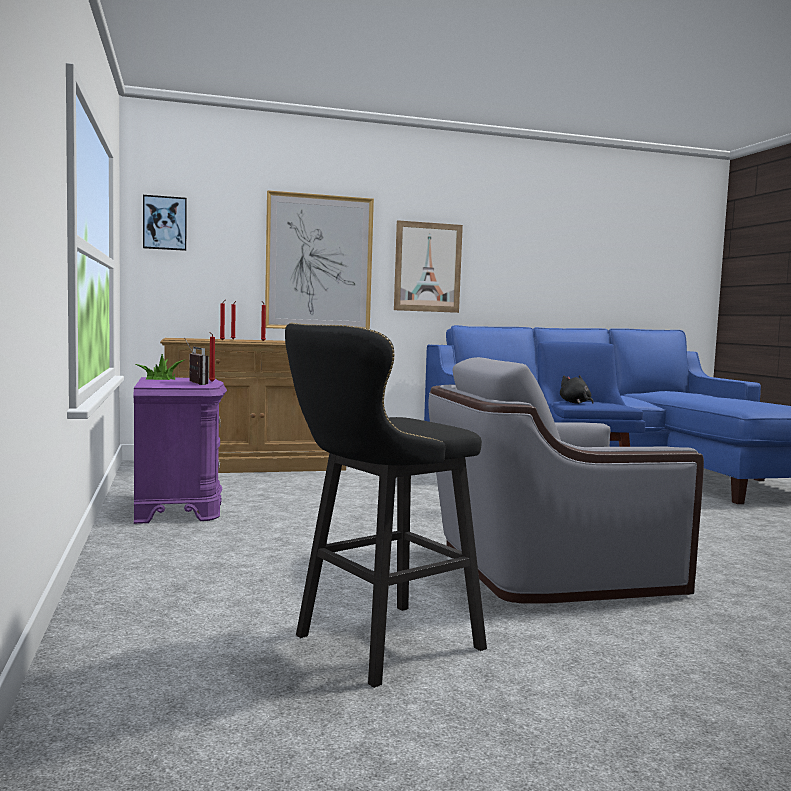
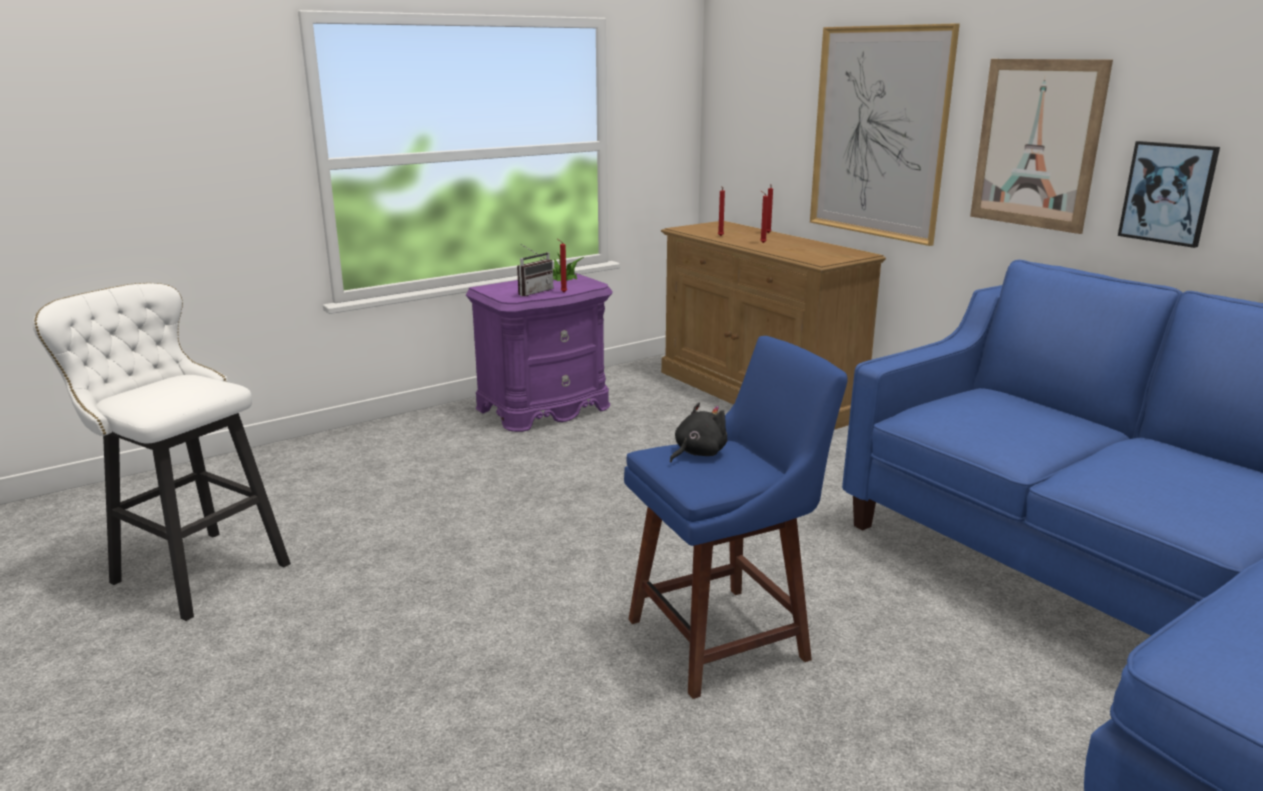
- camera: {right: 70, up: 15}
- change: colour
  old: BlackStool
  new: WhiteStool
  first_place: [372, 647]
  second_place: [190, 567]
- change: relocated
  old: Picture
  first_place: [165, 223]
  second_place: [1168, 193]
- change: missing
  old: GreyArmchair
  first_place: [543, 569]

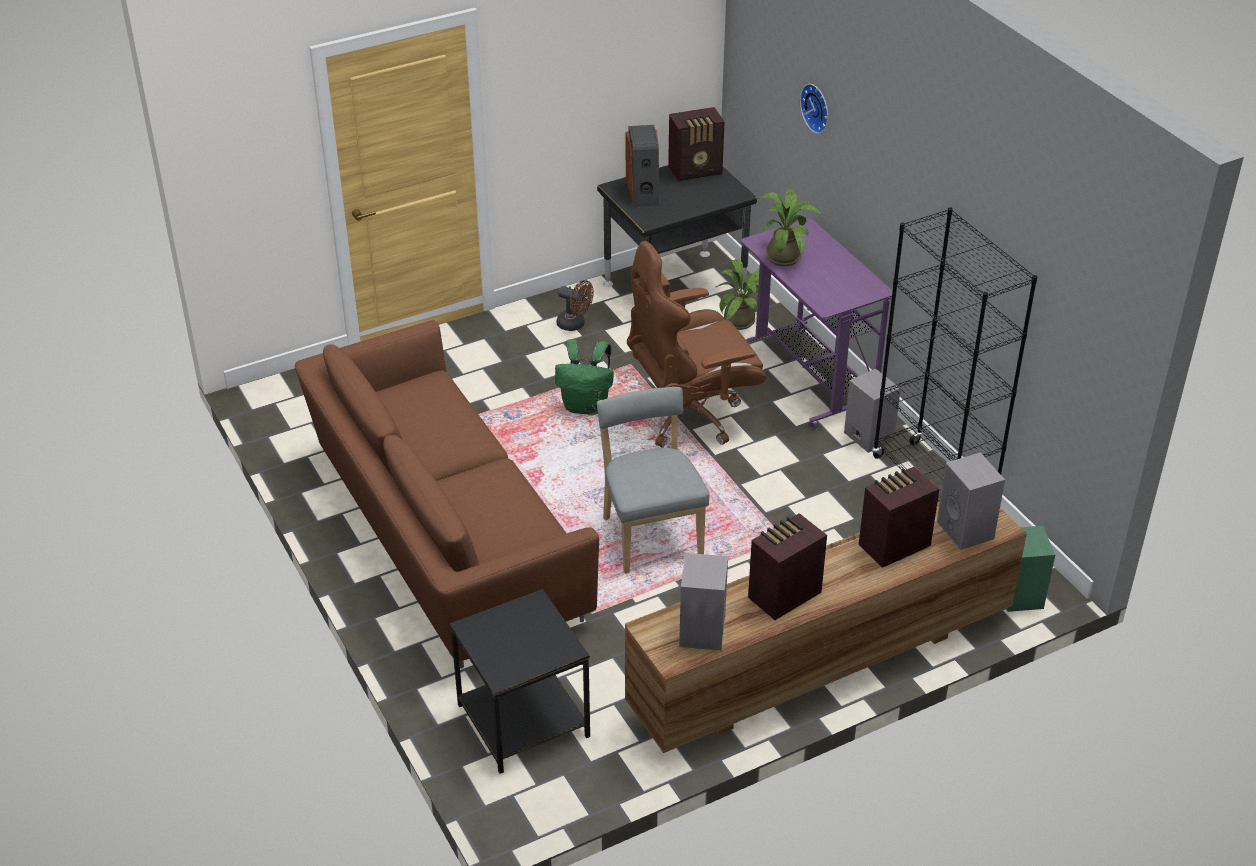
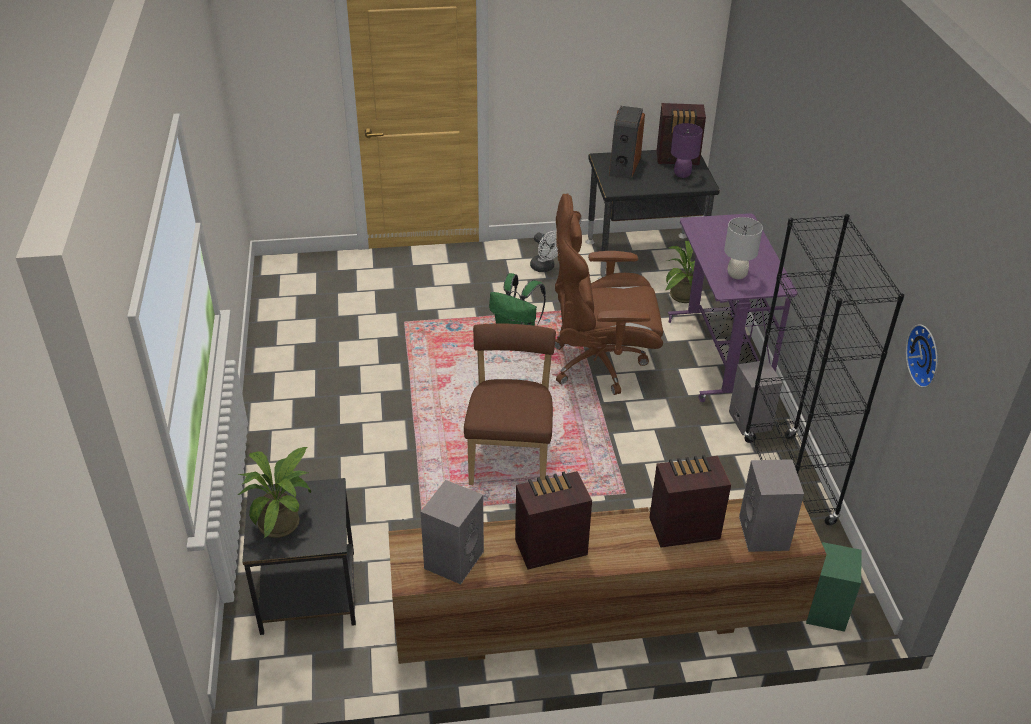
- camera: {right: 20, up: 0}
- change: relocated
  old: PottedPlant
  first_place: [785, 255]
  second_place: [284, 521]
- change: colour
  old: GreyChair
  new: BrownChair
  first_place: [650, 534]
  second_place: [510, 456]
- change: colour
  old: BrownFan
  new: WhiteFan
  first_place: [575, 324]
  second_place: [545, 268]
- change: appeared
  new: PurpleTableLamp
  second_place: [682, 174]
- change: appeared
  new: GreyTableLamp
  second_place: [736, 275]
- change: relocated
  old: WallClock
  first_place: [817, 107]
  second_place: [926, 355]
- change: missing
  old: BrownSofa
  first_place: [444, 537]

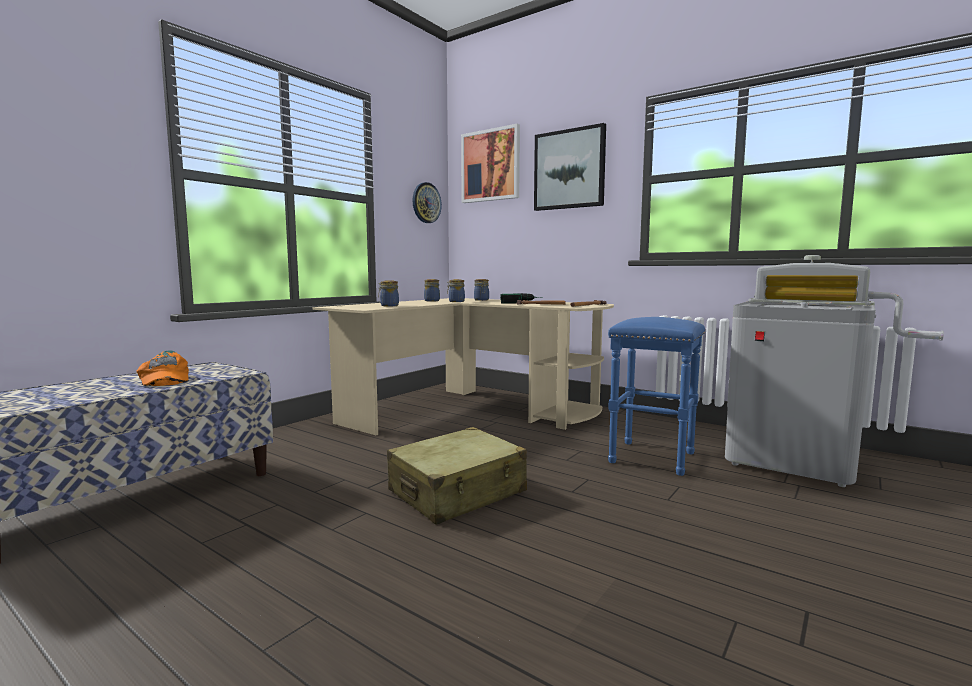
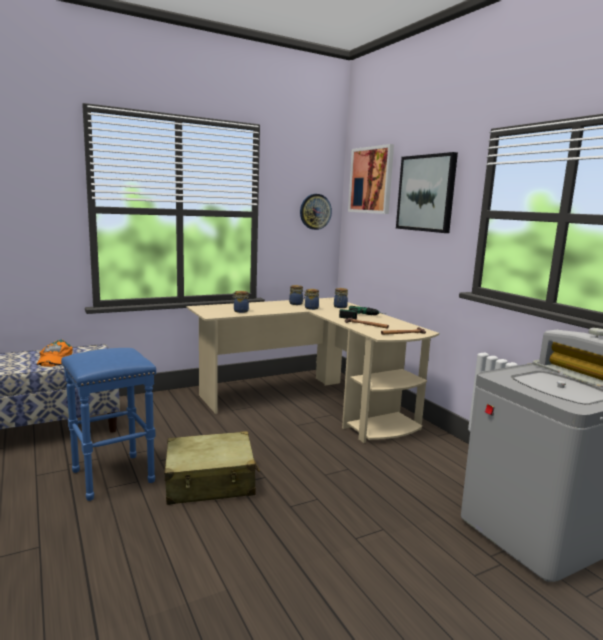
- camera: {right: 25, up: 5}
- change: relocated
  old: BlueStool
  first_place: [653, 458]
  second_place: [112, 477]

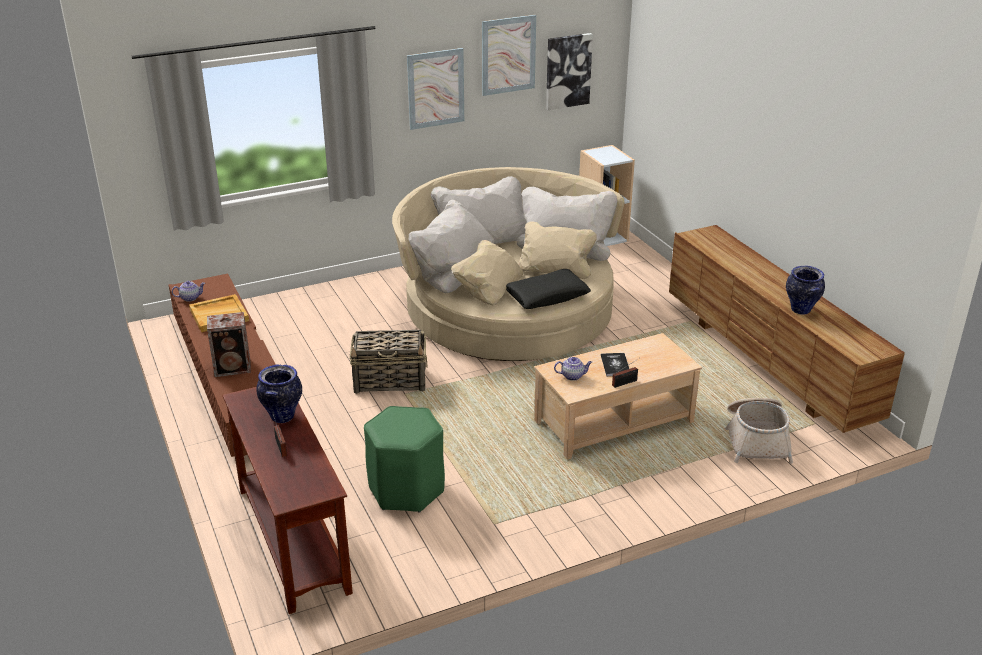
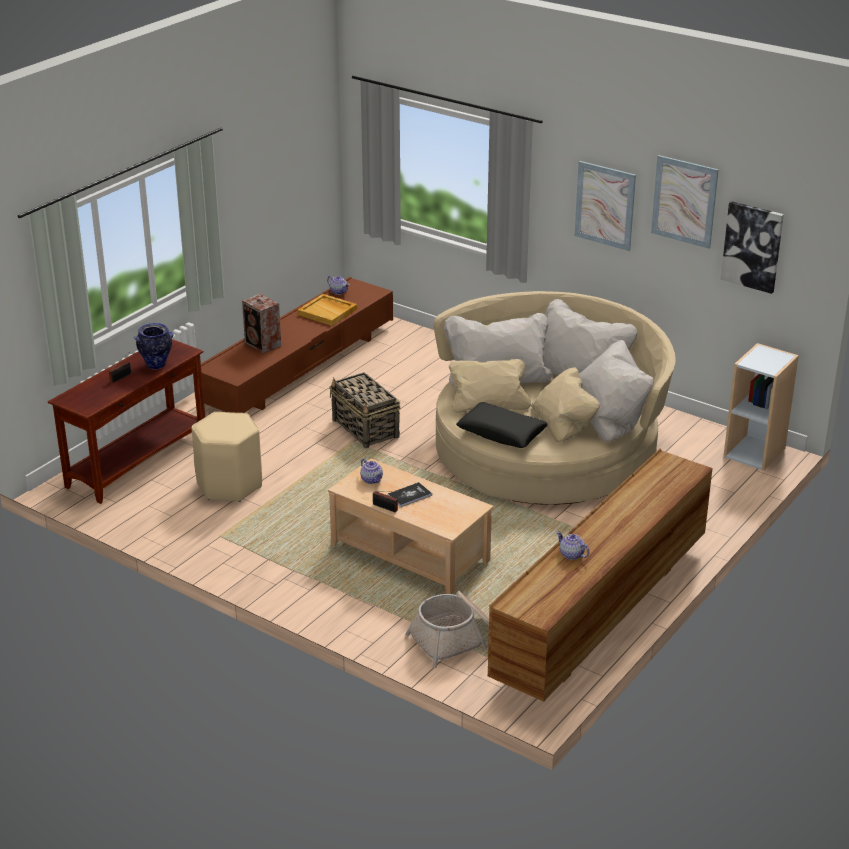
- camera: {right: 60, up: 0}
- change: colour
  old: GreenStool
  new: BeigeStool
  first_place: [406, 490]
  second_place: [229, 485]
- change: exchanged
  old: Vase
  new: Teapot
  first_place: [801, 310]
  second_place: [571, 554]

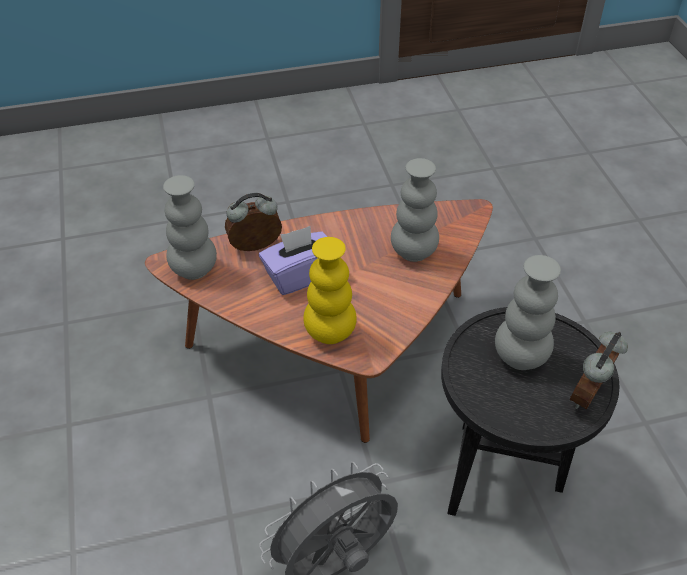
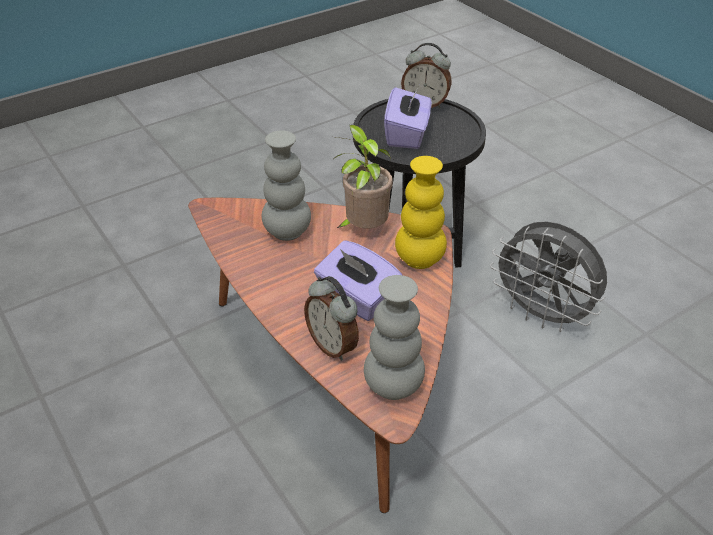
- camera: {right: -110, up: -5}
- change: appeared
  new: PottedPlant
  second_place: [363, 229]
- change: exchanged
  old: GreyVase
  new: PurpleTissueBox
  first_place: [520, 357]
  second_place: [407, 135]

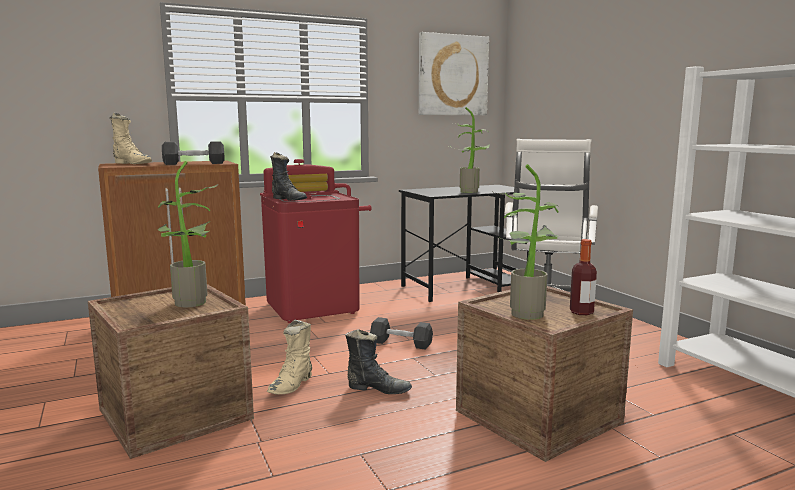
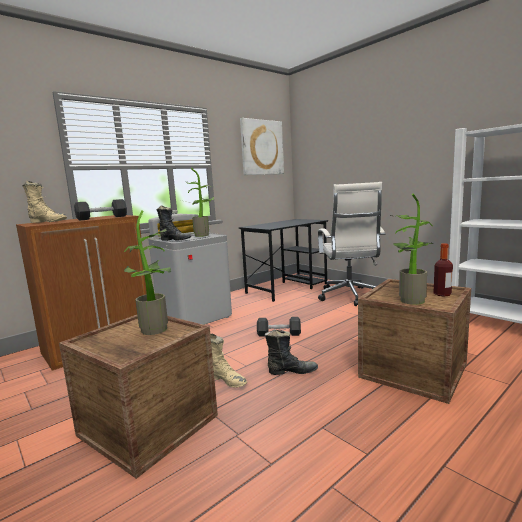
- camera: {right: -15, up: 0}
- change: colour
  old: RedWashingMachine
  new: GreyWashingMachine
  first_place: [314, 308]
  second_place: [196, 317]
- change: relocated
  old: PottedPlant
  first_place: [470, 191]
  second_place: [202, 235]
- change: spun
  old: BeigeBoot
  first_place: [292, 385]
  second_place: [226, 380]
  degrees: -60

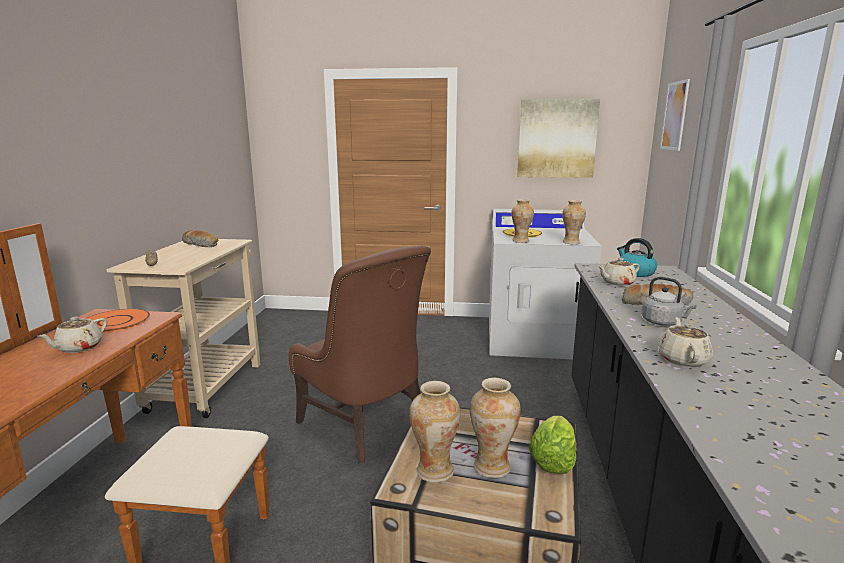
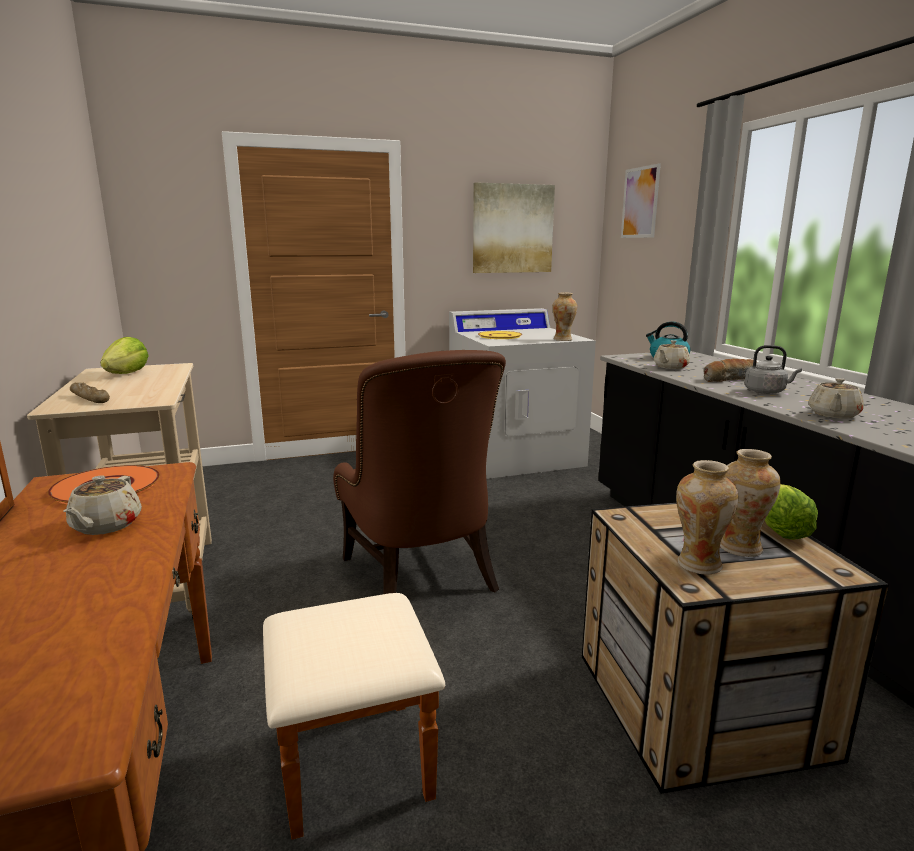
- camera: {right: -25, up: 0}
- change: exchanged
  old: Bread
  new: Lettuce
  first_place: [201, 245]
  second_place: [126, 374]
- change: spun
  old: BrownChair
  first_place: [366, 423]
  second_place: [420, 575]
  degrees: 45
- change: spun
  old: BeigeTeapot
  first_place: [683, 359]
  second_place: [833, 415]
  degrees: -135
- change: missing
  old: Vase
  first_place: [521, 241]

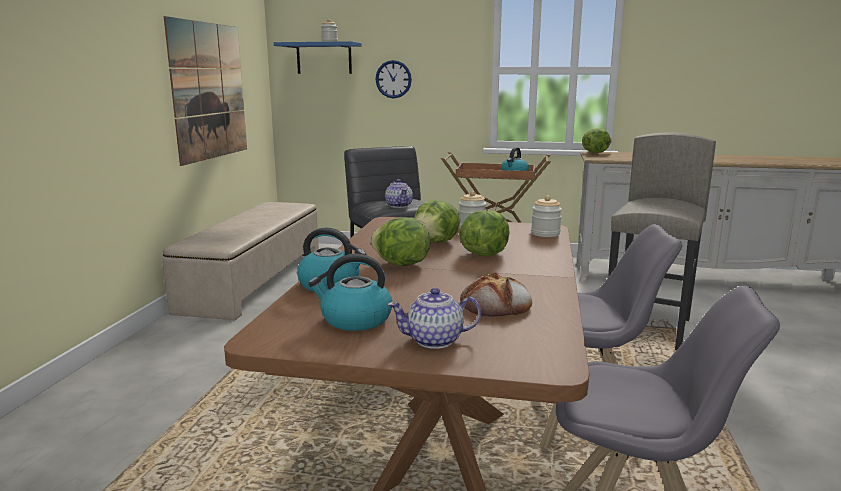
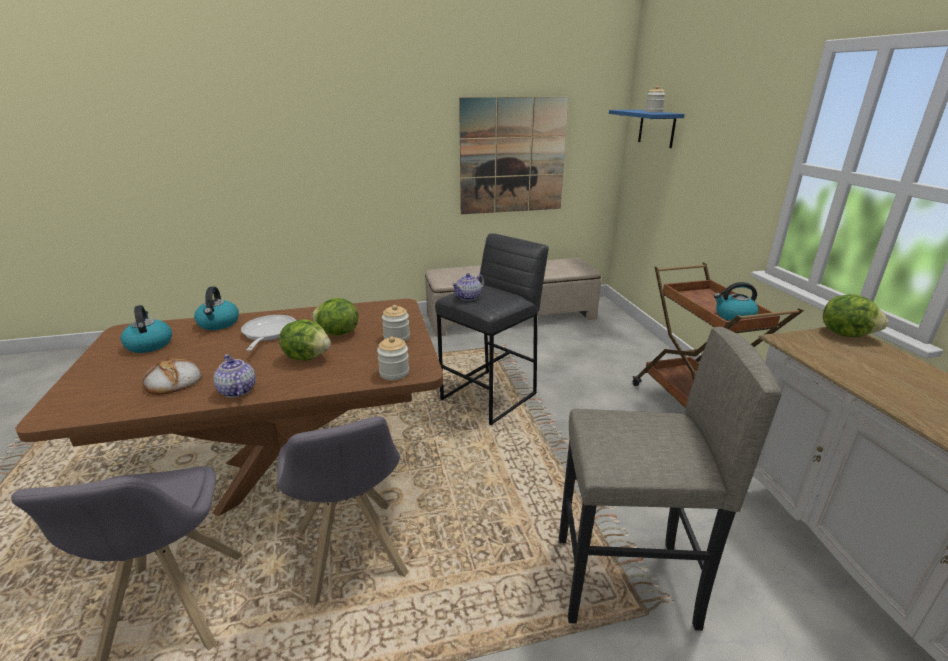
- camera: {right: 65, up: 10}
- change: relocated
  old: Teapot
  first_place: [435, 340]
  second_place: [237, 391]
- change: exchanged
  old: Lettuce
  new: FryingPan
  first_place: [400, 265]
  second_place: [268, 334]
- change: missing
  old: WallClock
  first_place: [393, 79]

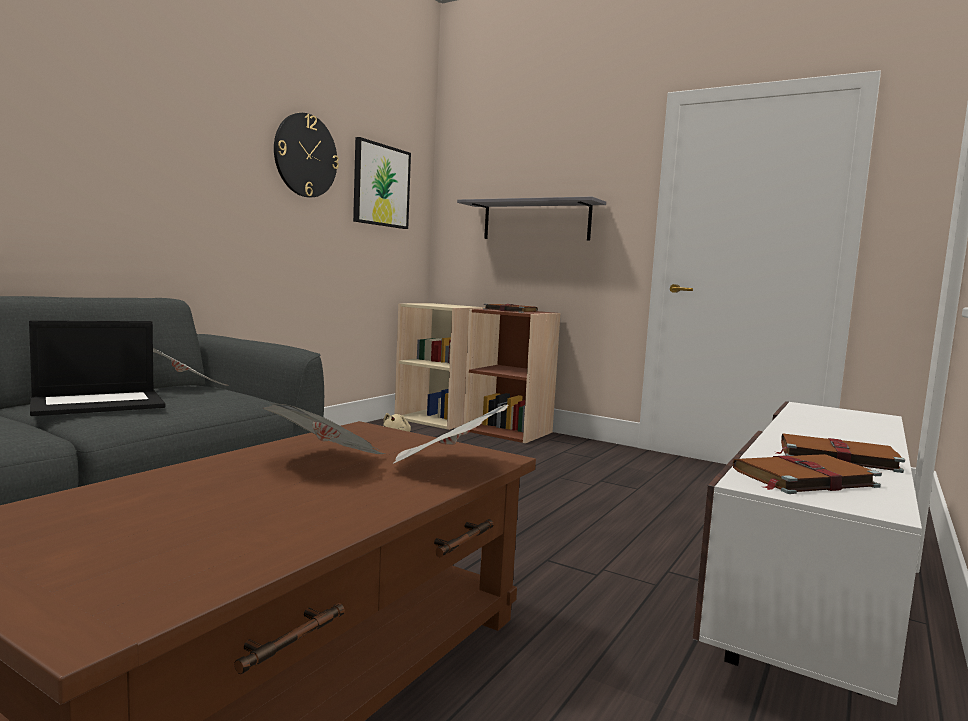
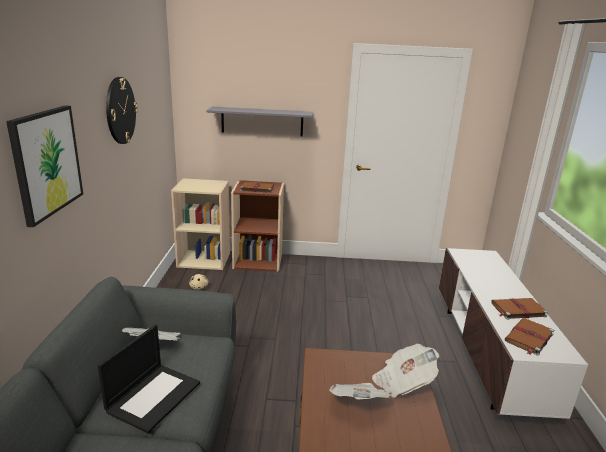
- camera: {right: -30, up: 15}
- change: relocated
  old: Picture
  first_place: [381, 185]
  second_place: [46, 162]

